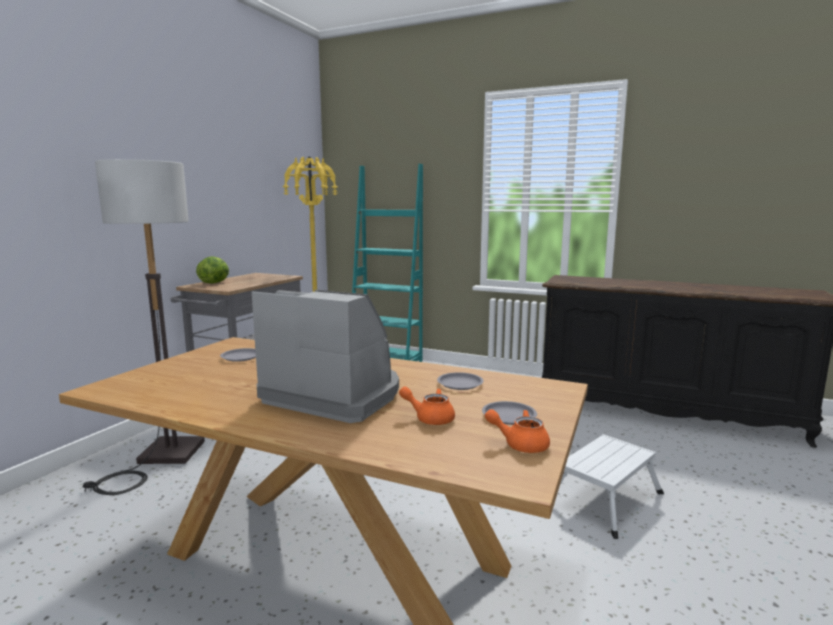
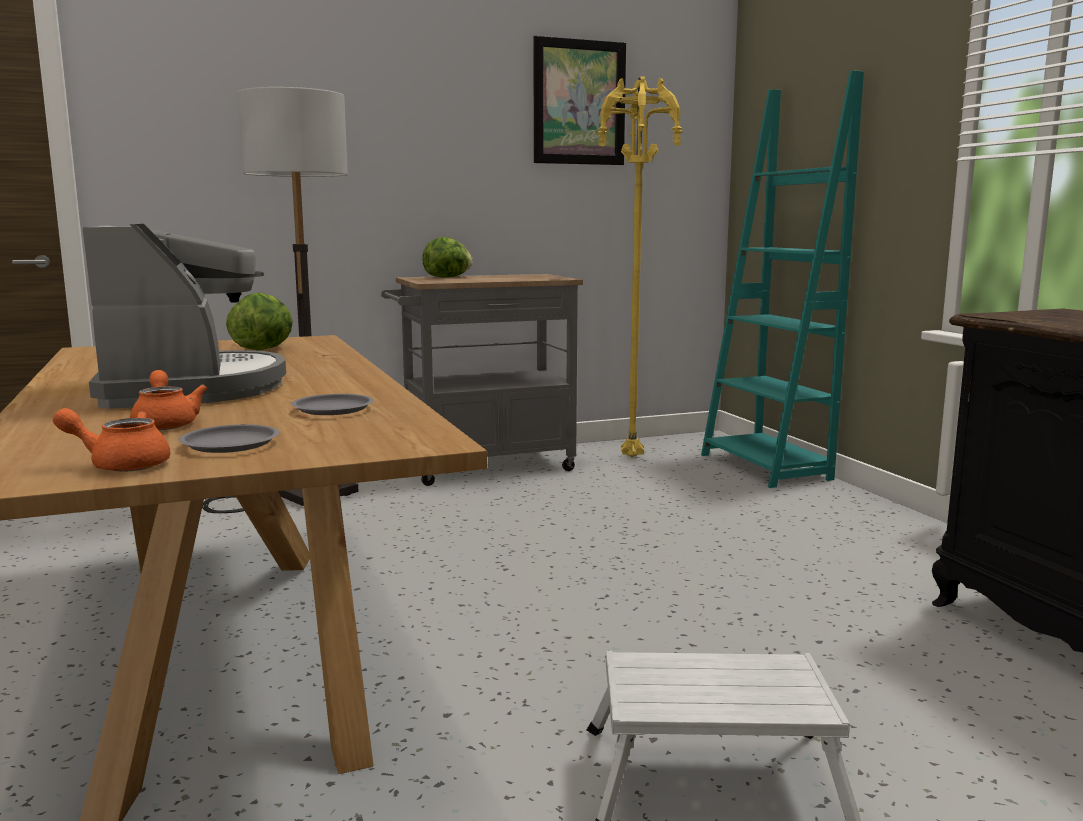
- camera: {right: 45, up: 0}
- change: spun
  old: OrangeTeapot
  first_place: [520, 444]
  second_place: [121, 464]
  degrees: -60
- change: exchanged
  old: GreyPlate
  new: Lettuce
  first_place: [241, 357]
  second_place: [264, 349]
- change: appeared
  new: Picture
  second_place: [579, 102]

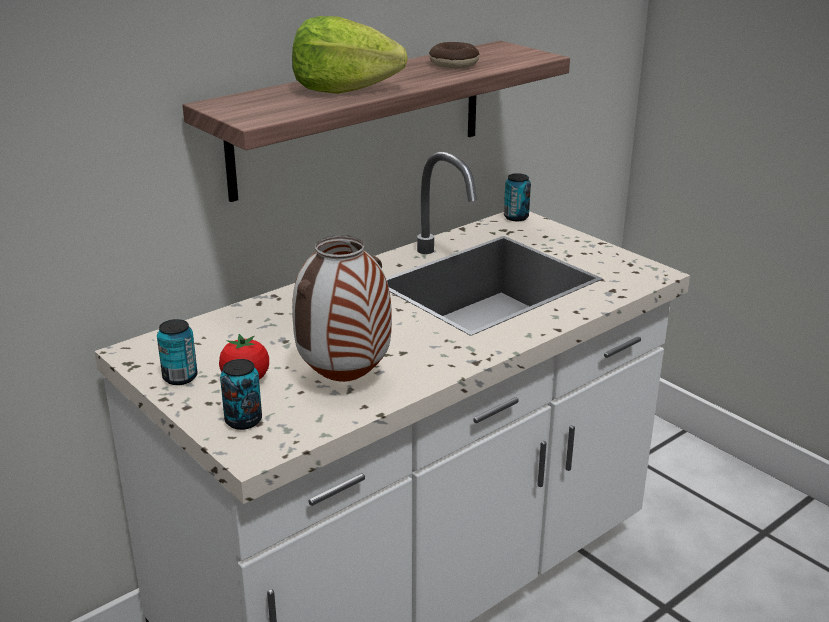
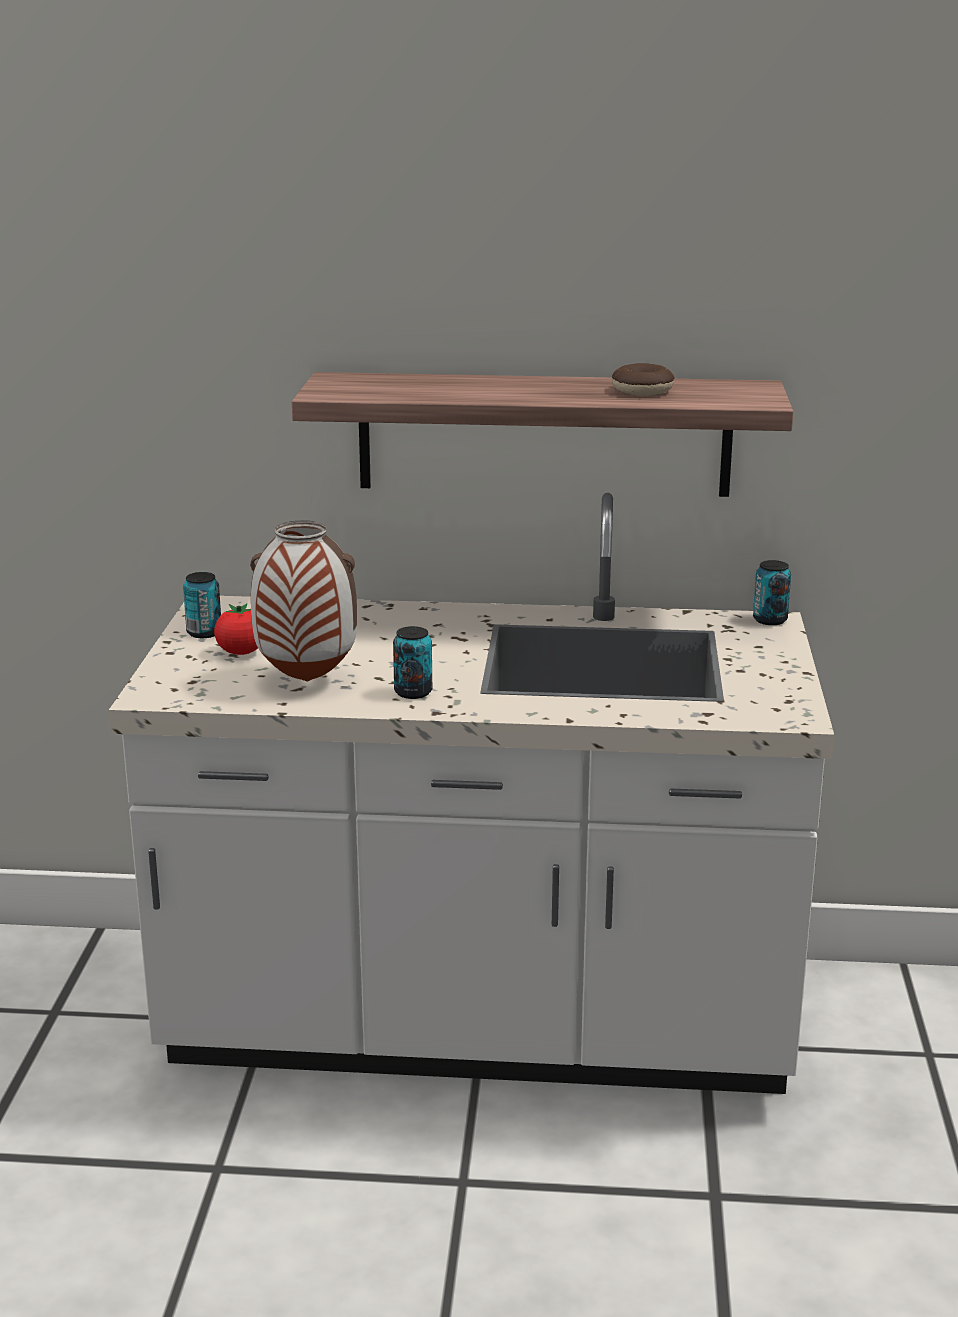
- camera: {right: 45, up: -5}
- change: relocated
  old: Can
  first_place: [243, 421]
  second_place: [413, 692]
- change: missing
  old: Lettuce
  first_place: [343, 89]

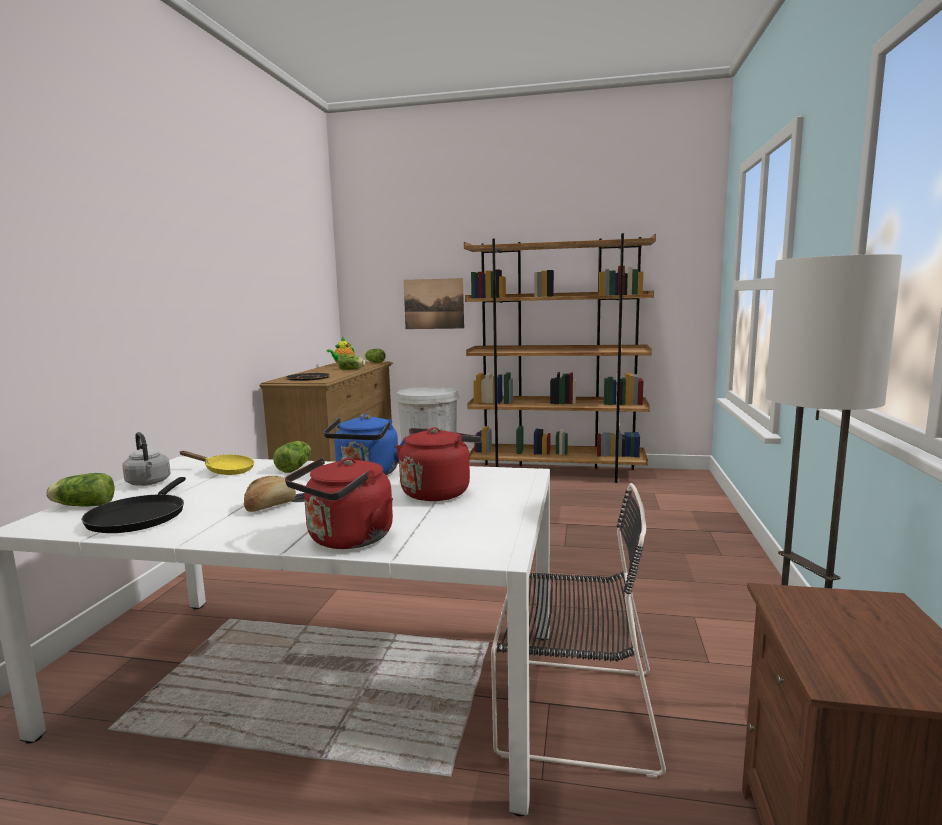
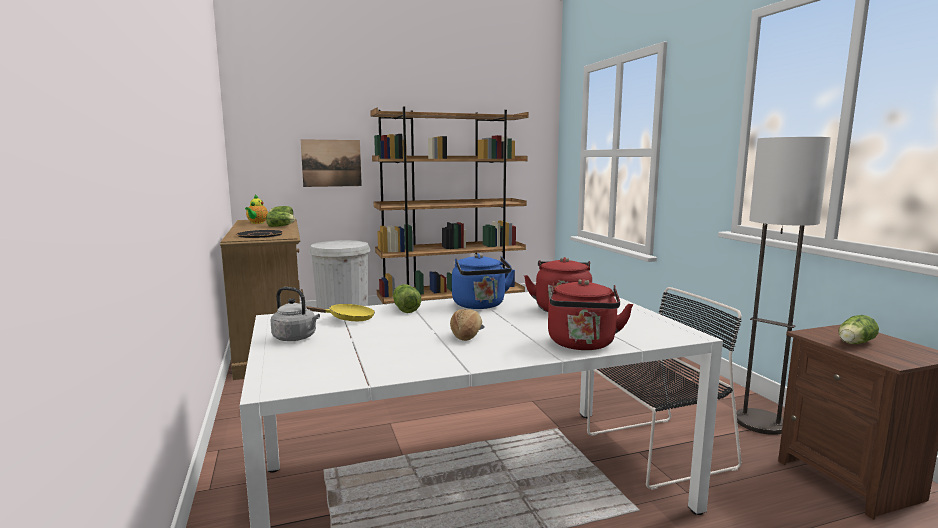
- camera: {right: -30, up: 0}
- change: relocated
  old: Lettuce
  first_place: [82, 505]
  second_place: [854, 343]
- change: missing
  old: BlackFryingPan
  first_place: [139, 516]

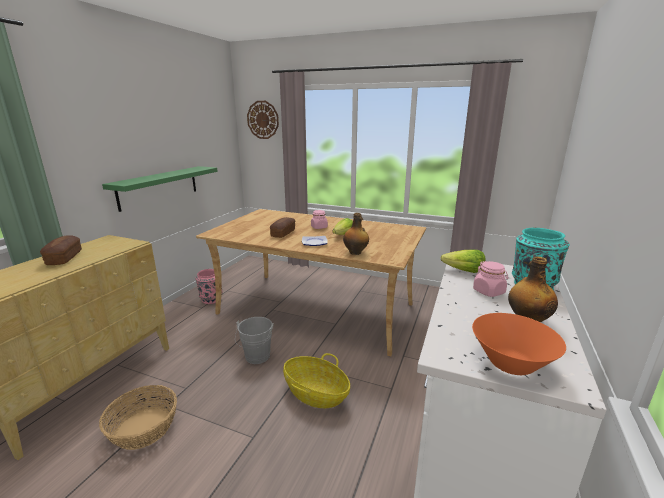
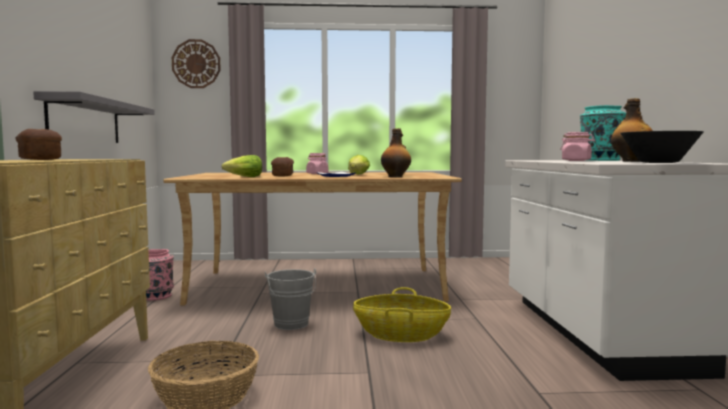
- camera: {right: -25, up: -15}
- change: colour
  old: GreenShelf
  new: GreyShelf
  first_place: [159, 187]
  second_place: [85, 121]
- change: relocated
  old: Lettuce
  first_place: [463, 271]
  second_place: [244, 177]
- change: colour
  old: OrangeBowl
  new: BlackBowl
  first_place: [511, 363]
  second_place: [659, 162]

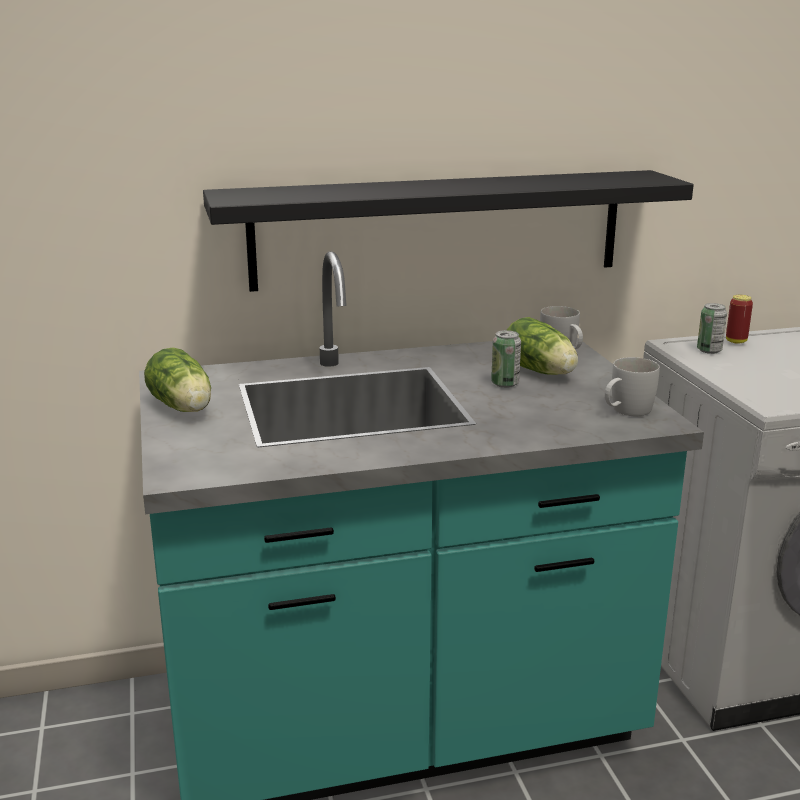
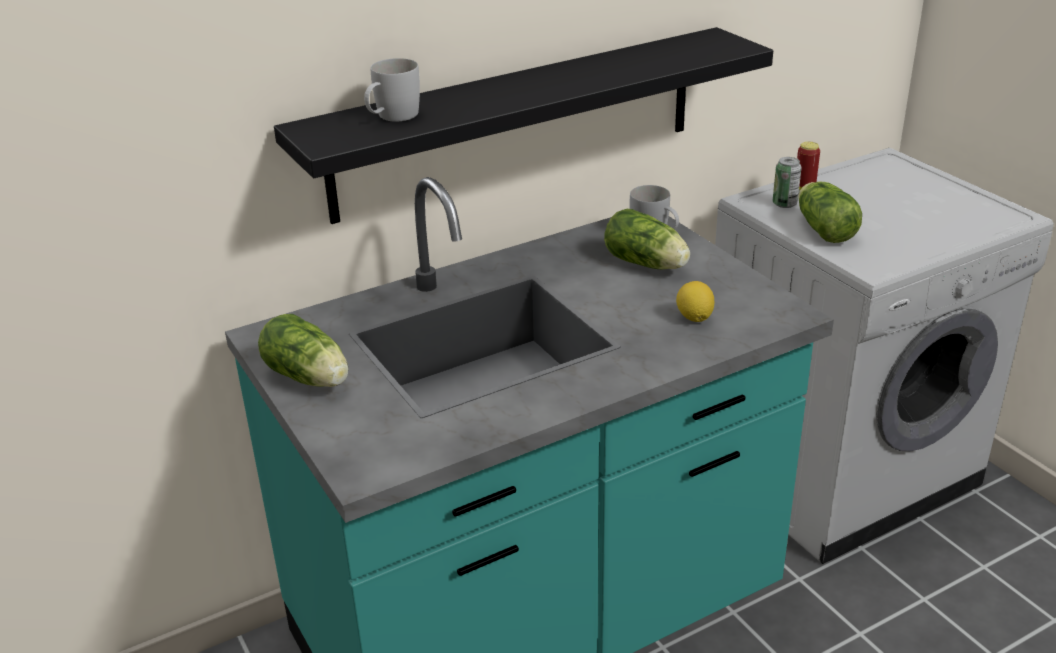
- camera: {right: -15, up: 10}
- change: relocated
  old: WhiteMug
  first_place: [626, 411]
  second_place: [392, 117]
- change: appeared
  new: Lemon
  second_place: [694, 317]
- change: appeared
  new: Lettuce
  second_place: [823, 228]
- change: missing
  old: Can
  first_place: [505, 384]

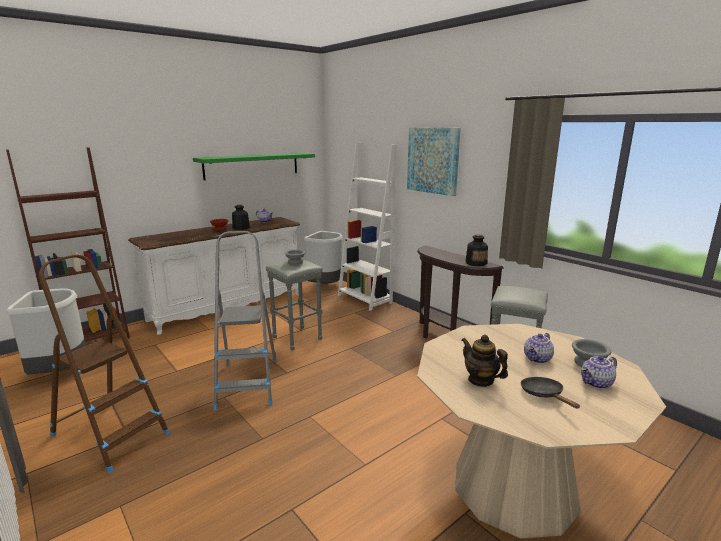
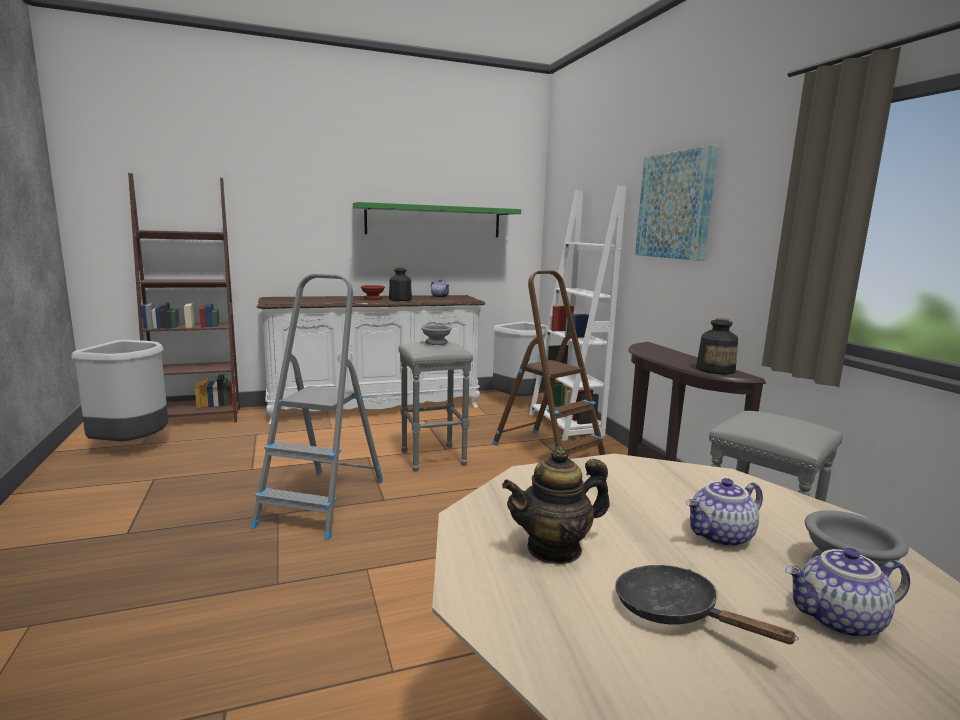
- camera: {right: 20, up: -5}
- change: relocated
  old: BrownStepLadder
  first_place: [111, 434]
  second_place: [548, 453]
- change: spun
  old: Teapot
  first_place: [481, 380]
  second_place: [554, 548]
  degrees: -90
- change: spun
  old: BlackFryingPan
  first_place: [544, 395]
  second_place: [675, 612]
  degrees: -45

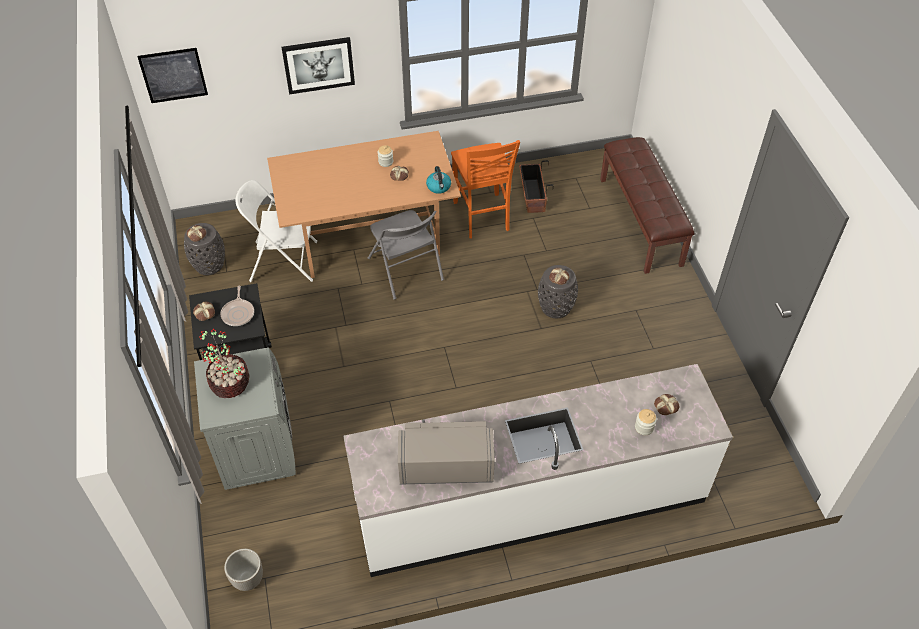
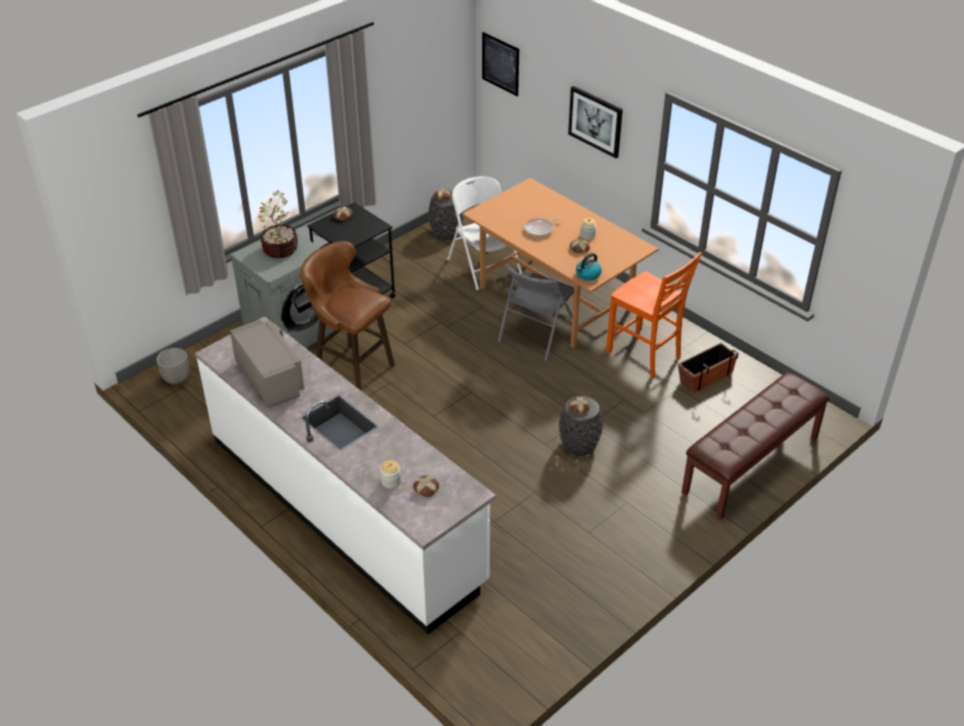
- camera: {right: 60, up: -10}
- change: appeared
  new: BrownStool
  second_place: [351, 369]
- change: relocated
  old: FryingPan
  first_place: [238, 313]
  second_place: [540, 229]
- change: spun
  old: OrangeChair
  first_place: [482, 217]
  second_place: [645, 355]
  degrees: -90

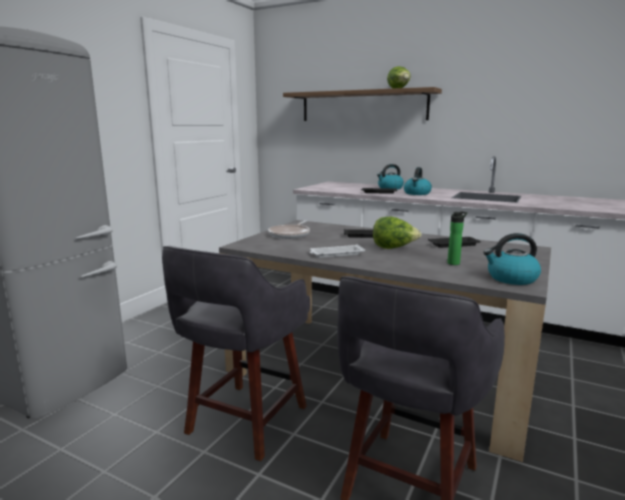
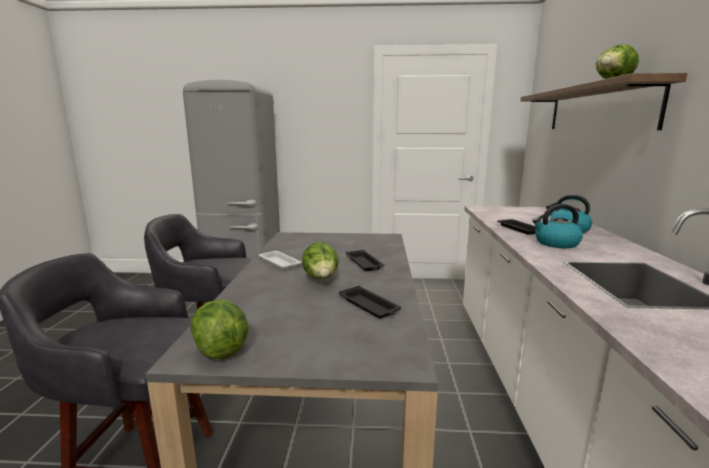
- camera: {right: 65, up: 0}
- change: exchanged
  old: Kettle
  new: Lettuce
  first_place: [511, 278]
  second_place: [220, 348]
- change: missing
  old: FryingPan
  first_place: [290, 234]
- change: missing
  old: Bottle
  first_place: [454, 263]

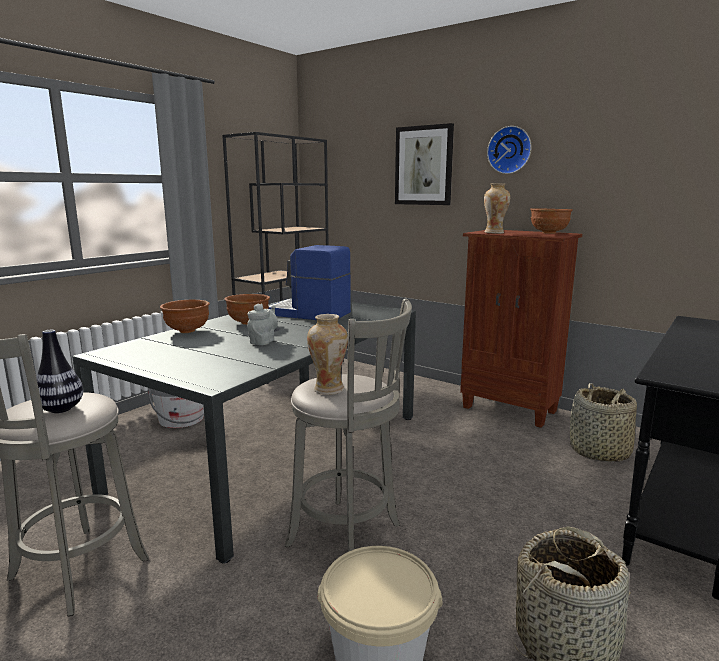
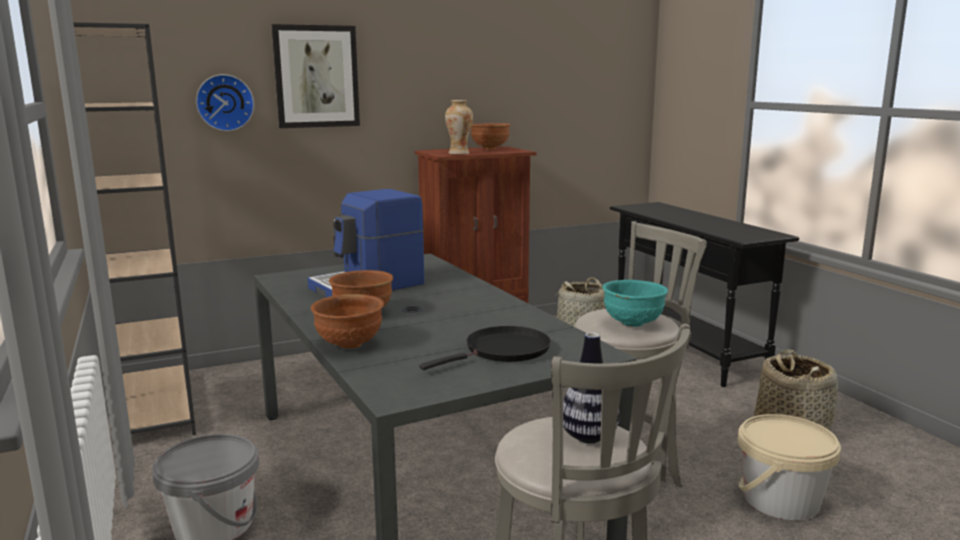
- camera: {right: -60, up: 0}
- change: relocated
  old: WallClock
  first_place: [510, 150]
  second_place: [225, 102]
- change: appeared
  new: BlackFryingPan
  second_place: [503, 351]
- change: exchanged
  old: Vase
  new: TurquoiseBowl
  first_place: [328, 389]
  second_place: [633, 324]
- change: missing
  old: GreyTeapot
  first_place: [263, 341]

